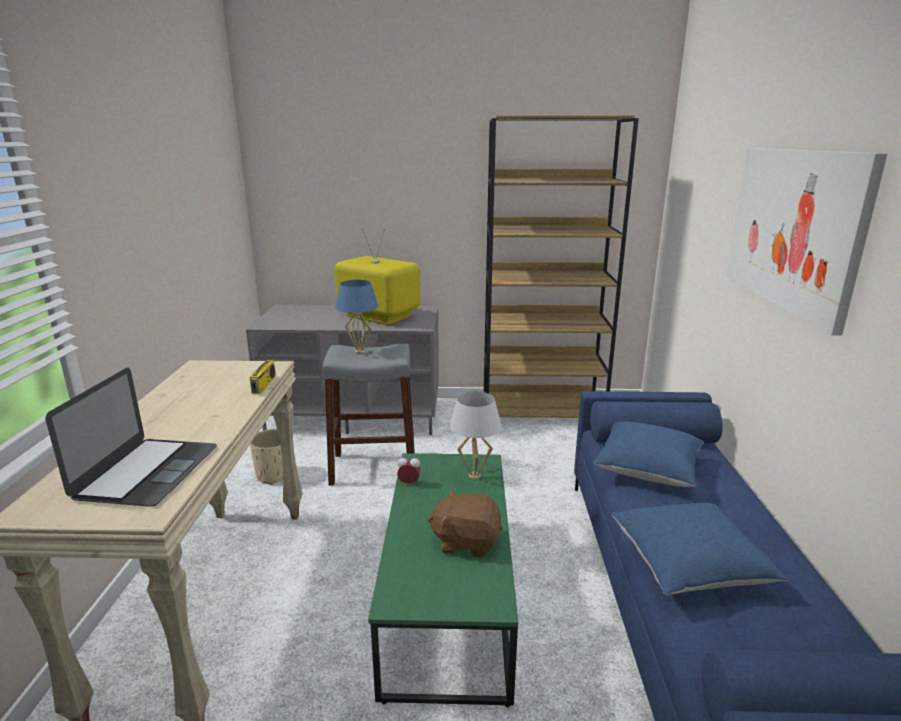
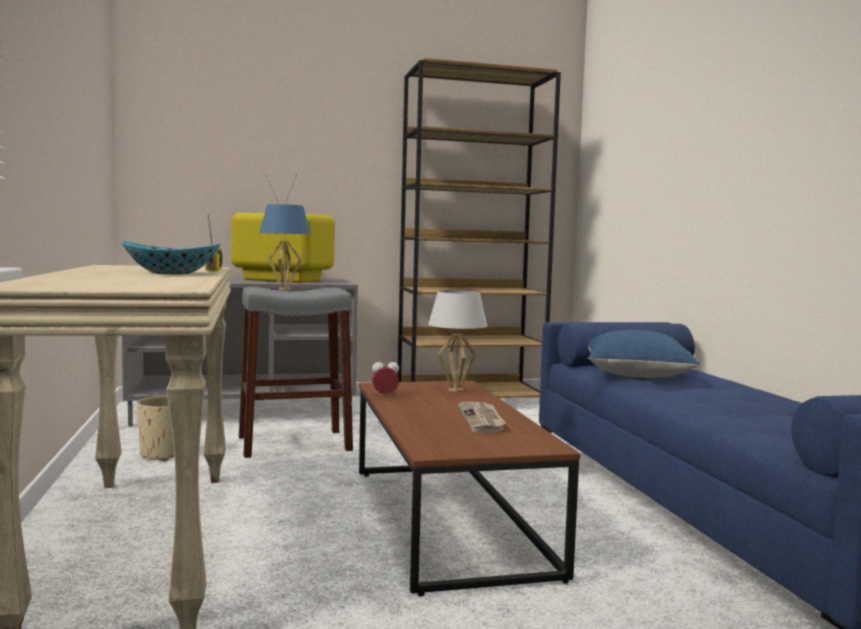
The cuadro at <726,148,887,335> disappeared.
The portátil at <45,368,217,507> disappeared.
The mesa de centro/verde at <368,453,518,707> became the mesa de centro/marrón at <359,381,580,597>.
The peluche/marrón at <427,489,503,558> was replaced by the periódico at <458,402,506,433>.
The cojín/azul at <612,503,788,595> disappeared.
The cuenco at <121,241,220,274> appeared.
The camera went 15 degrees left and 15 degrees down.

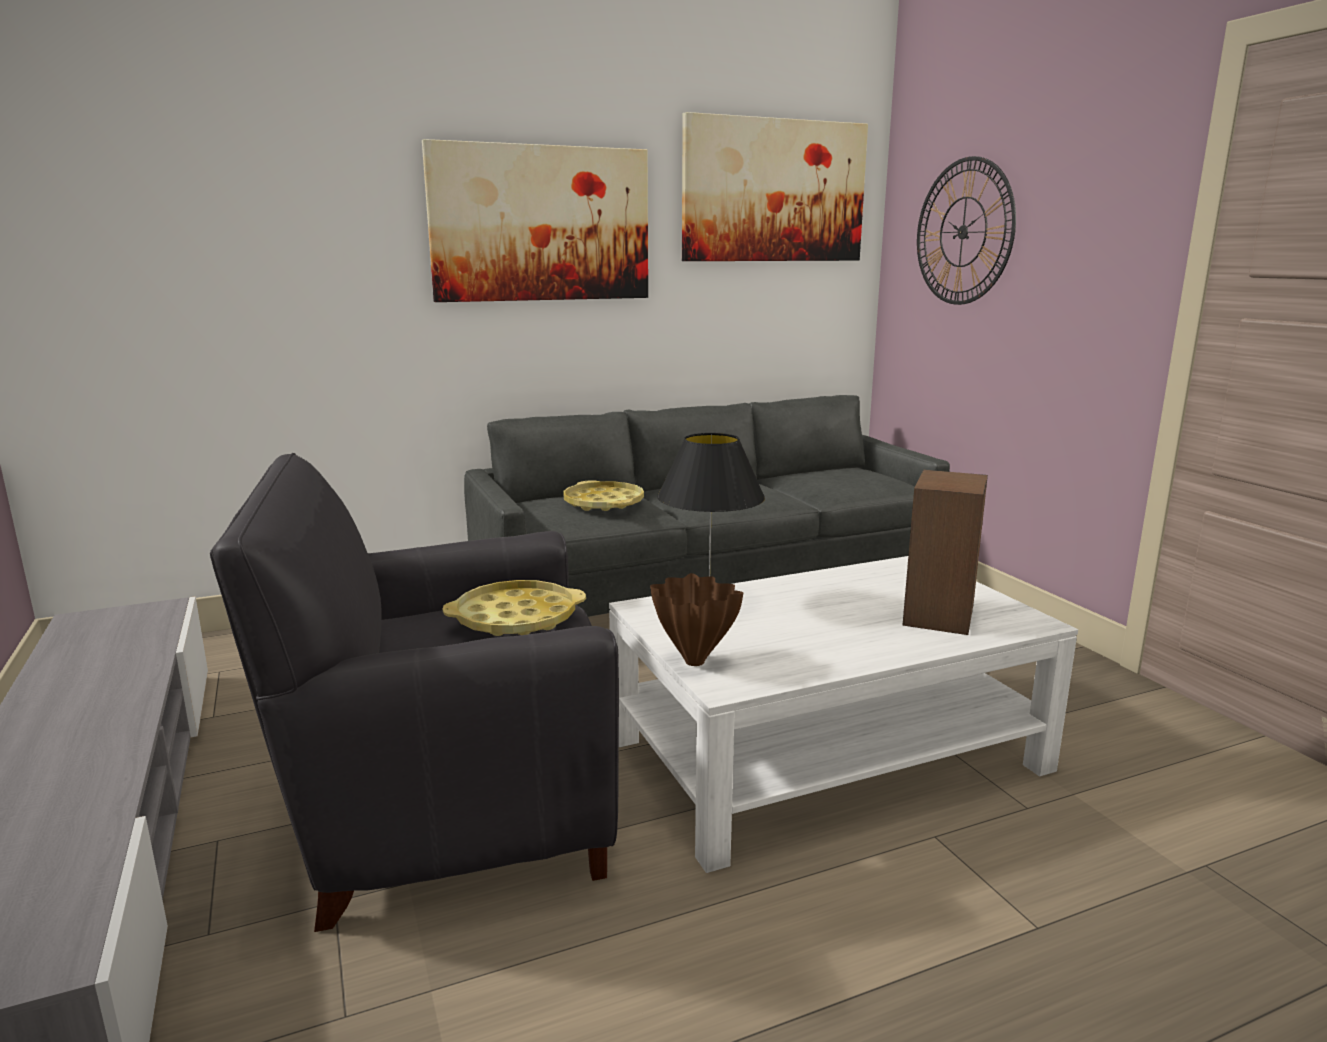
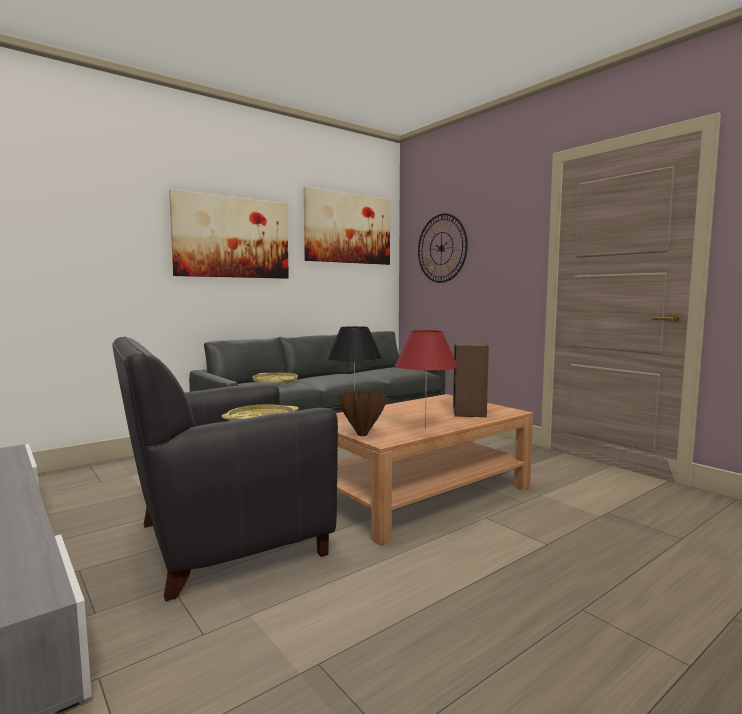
The mesa de centro/blanco at <609,556,1078,873> became the mesa de centro/marrón at <336,394,533,546>.
The lámpara de mesa/rojo at <395,330,458,430> appeared.
The camera went 15 degrees left and 10 degrees down.

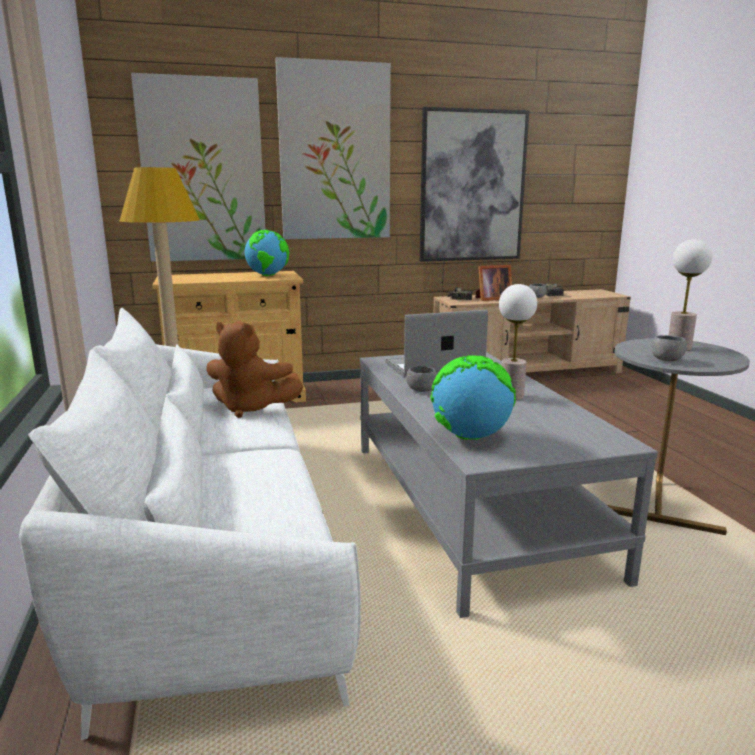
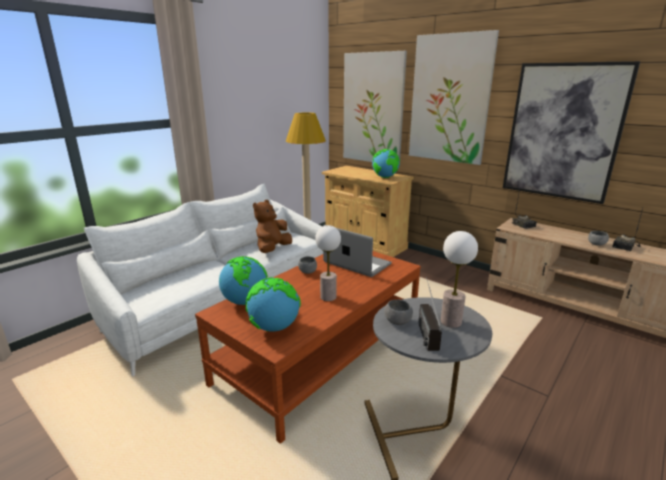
The portarretratos at <476,265,512,301> disappeared.
The peluche/marrón at <206,321,303,418> turned 45 degrees clockwise.
The mesa de centro/gris at <360,352,658,618> became the mesa de centro/marrón at <195,251,421,444>.
The globo terráqueo at <246,277,301,332> appeared.
The radio at <418,277,442,351> appeared.
The camera went 55 degrees right and 5 degrees up.

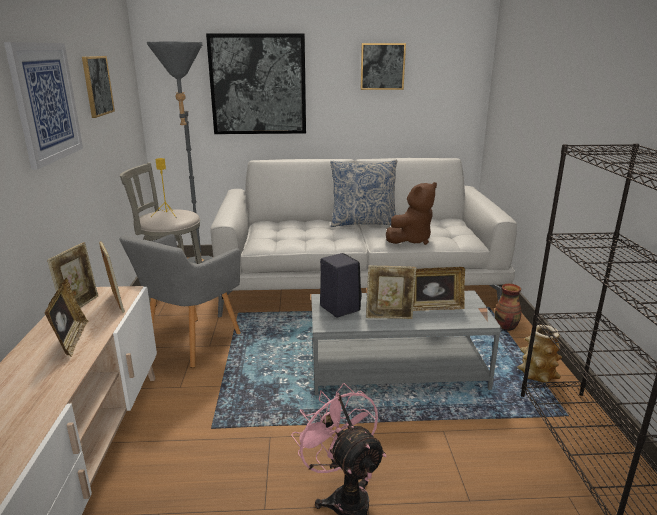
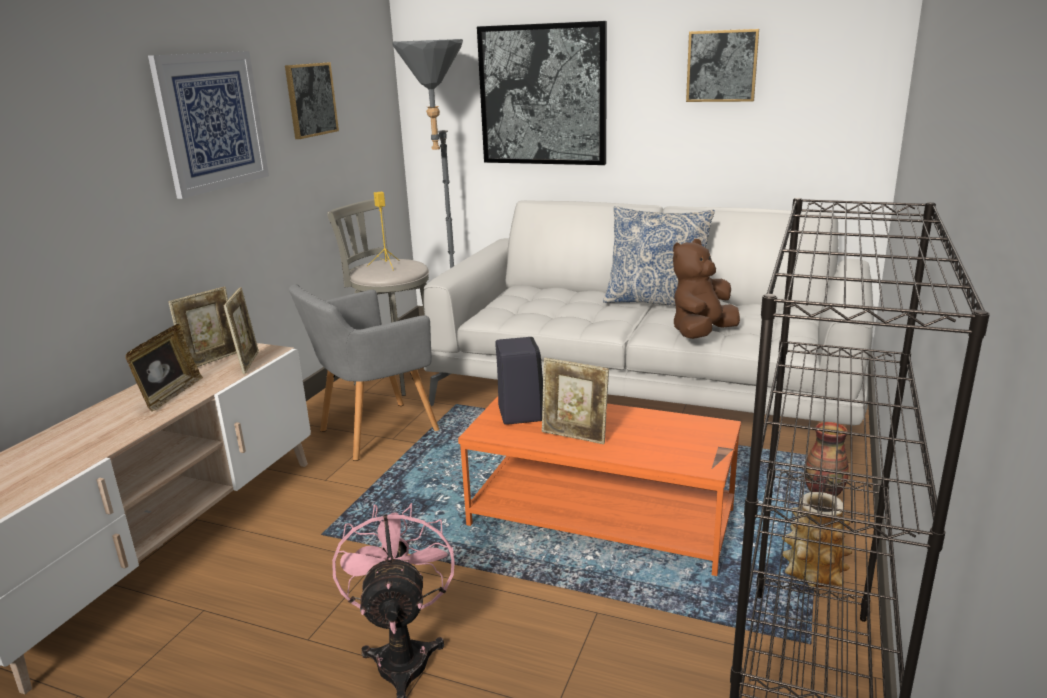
The peluche/marrón at <386,182,437,245> turned 150 degrees clockwise.
The portarretratos at <413,267,465,311> disappeared.
The mesa de centro/gris at <311,290,502,395> became the mesa de centro/naranja at <458,396,741,576>.
The camera went 25 degrees right and 0 degrees up.

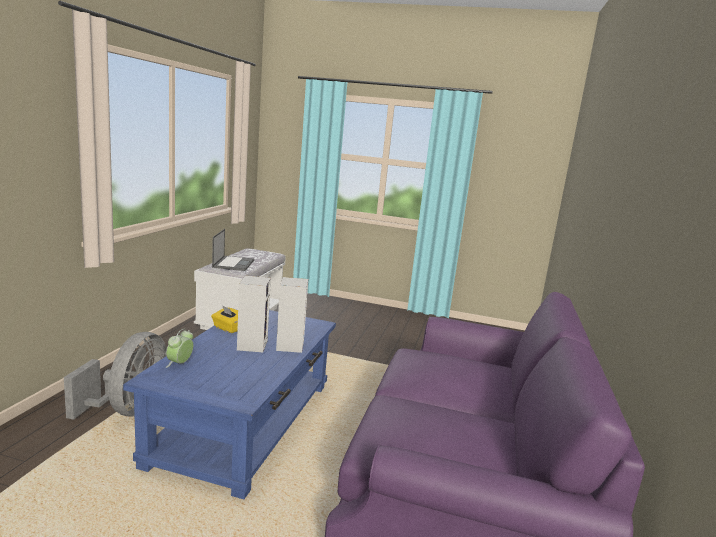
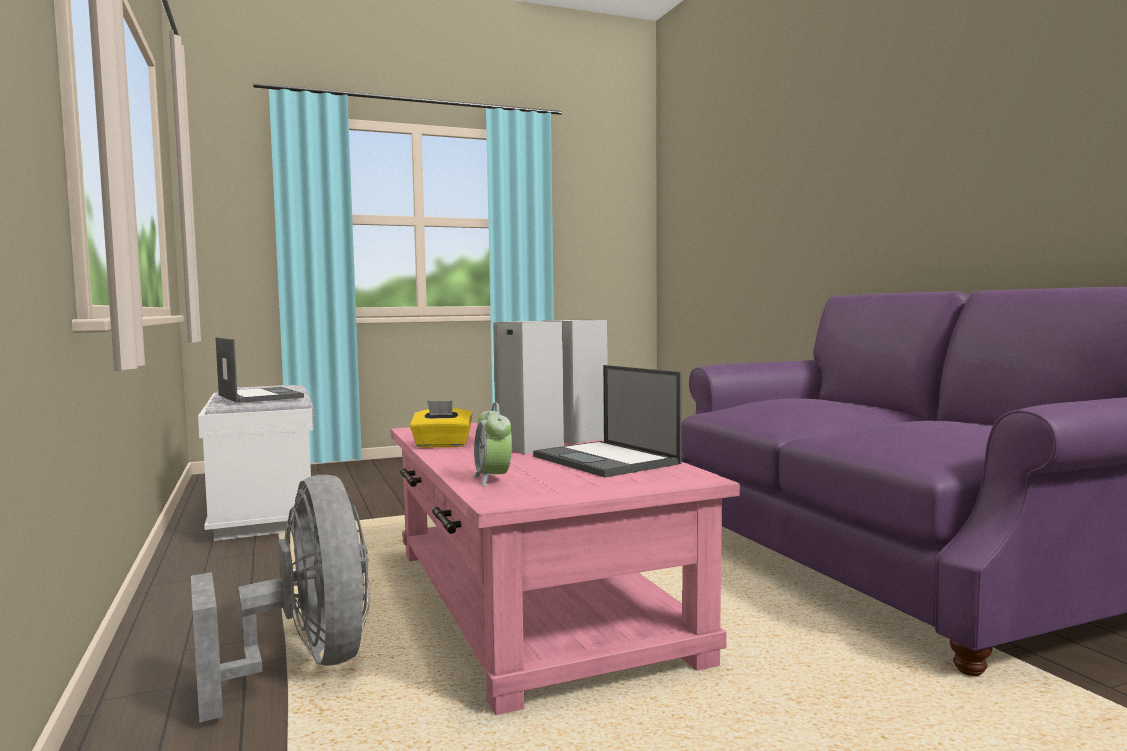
The mesa de centro/azul at <123,310,336,499> became the mesa de centro/rosa at <390,422,740,715>.
The portátil at <533,365,682,477> appeared.
The camera went 35 degrees left and 10 degrees down.

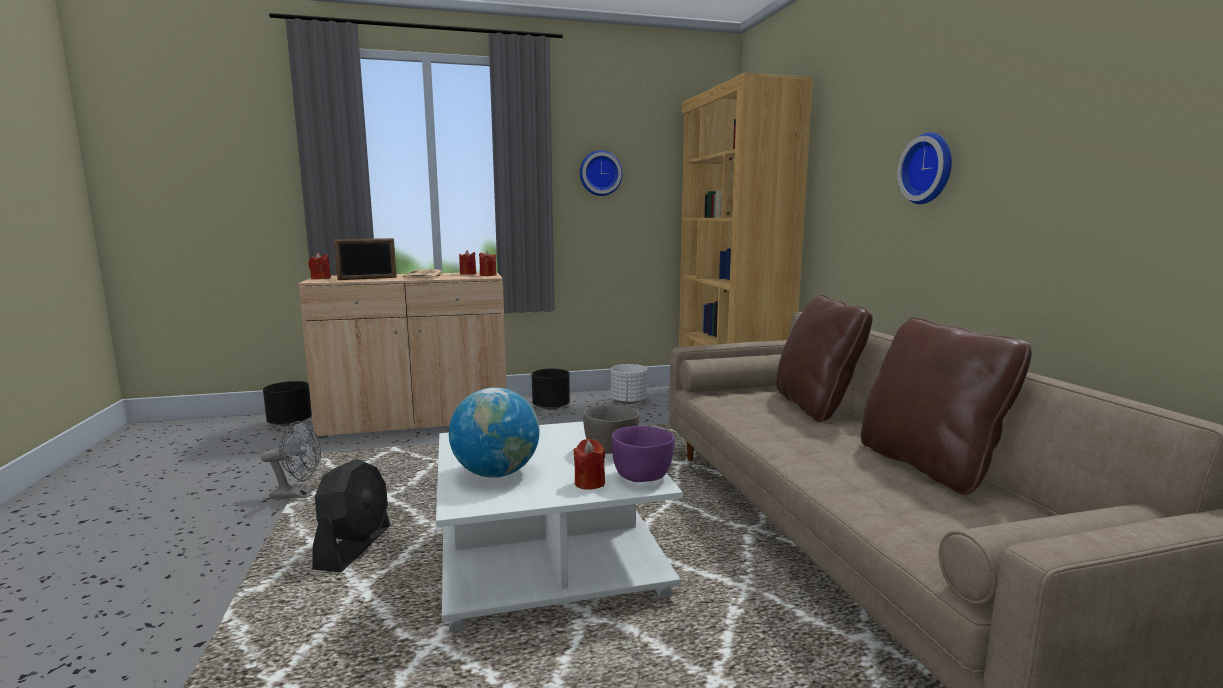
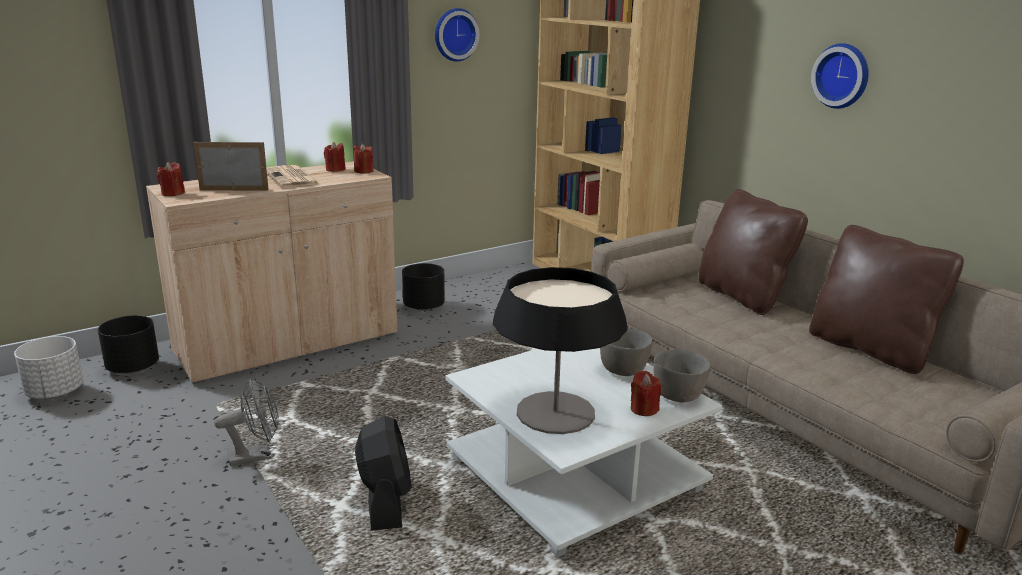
The portarretratos at <334,238,397,280> turned 135 degrees counterclockwise.
The maceta/blanco moved from <611,364,647,404> to <14,336,83,399>.
The globo terráqueo at <449,387,540,478> was replaced by the lámpara de mesa at <493,267,628,434>.
The cuenco/morado at <611,426,674,482> became the cuenco/gris at <653,350,710,403>.
The camera went 20 degrees left and 10 degrees up.

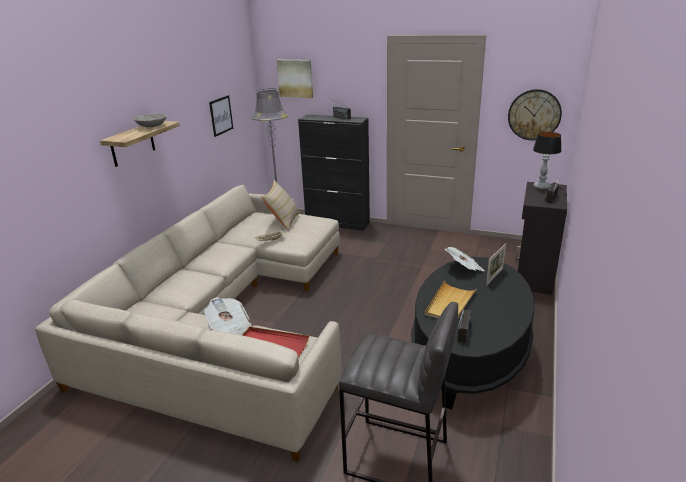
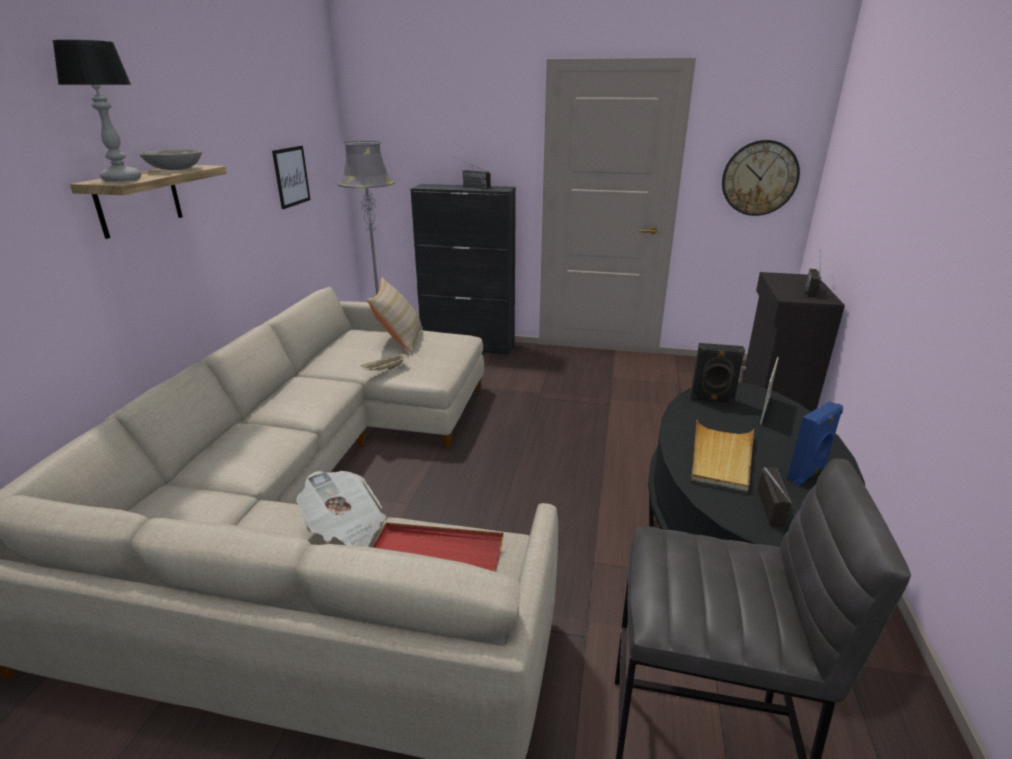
The cuadro at <277,60,313,98> disappeared.
The lámpara de mesa moved from <533,132,561,189> to <52,40,141,182>.
The periódico at <445,247,485,271> was replaced by the altavoz/negro at <691,343,745,404>.
The altavoz/azul at <787,401,843,485> appeared.
The camera went 10 degrees left and 0 degrees up.

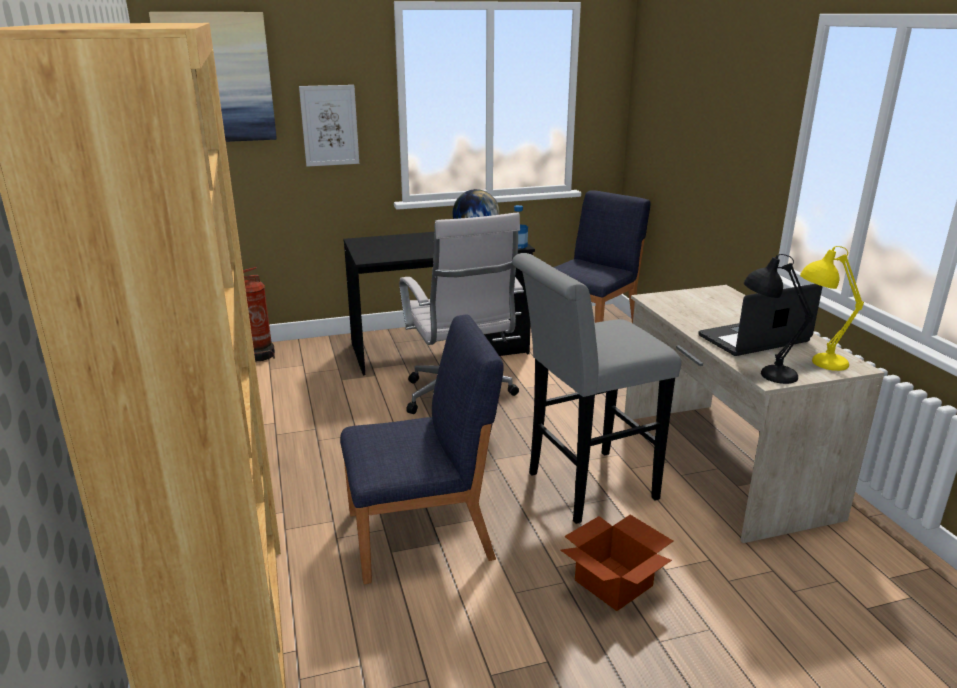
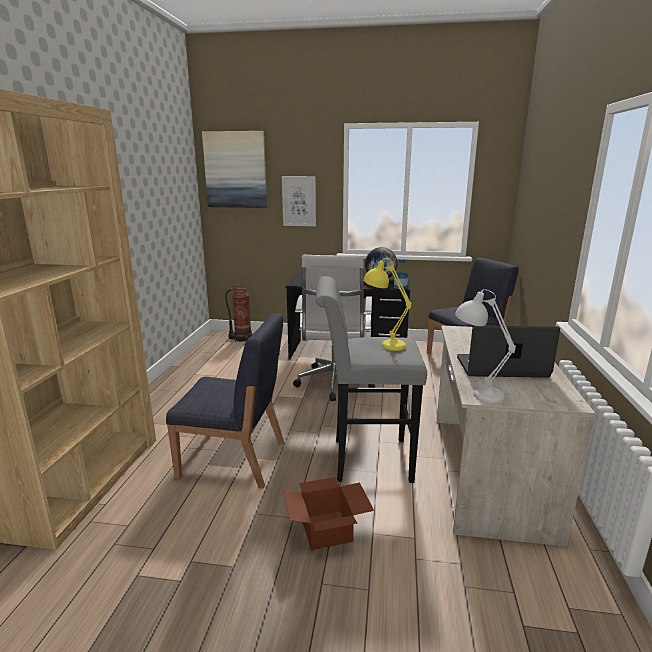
The lámpara de mesa/amarillo moved from <800,246,864,371> to <363,258,412,351>.
The lámpara de mesa/negro at <744,254,814,384> became the lámpara de mesa/blanco at <455,289,516,403>.
The camera went 25 degrees right and 5 degrees down.

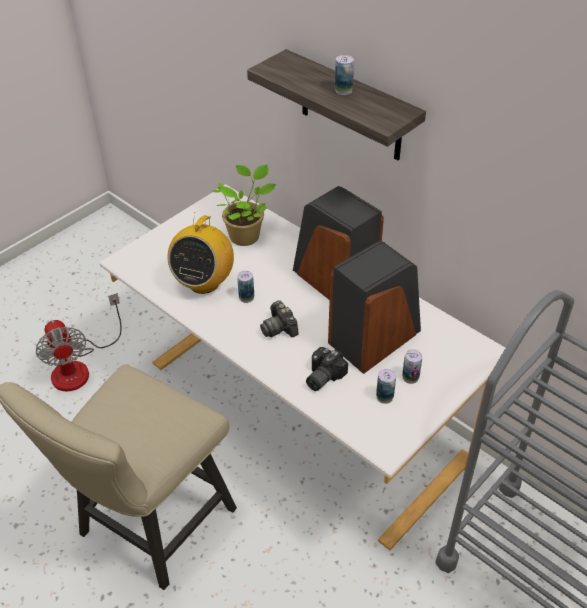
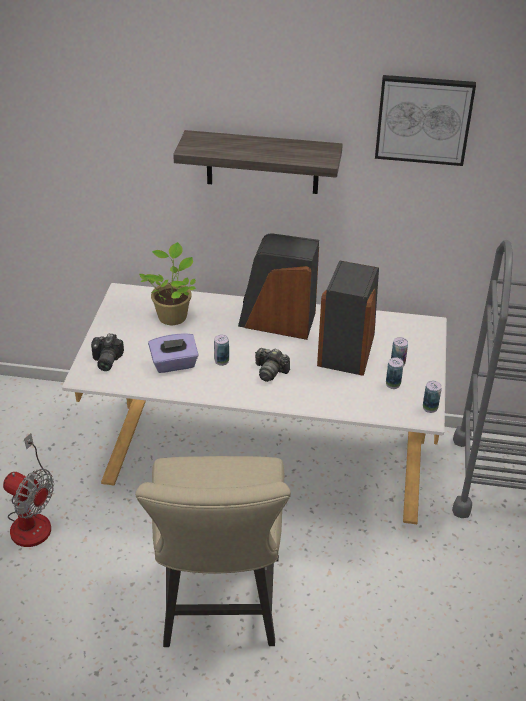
The lata moved from <335,55,354,95> to <423,381,442,413>.
The radio at <167,212,234,294> was replaced by the caja de pañuelos/morado at <148,333,199,373>.
The cámara moved from <306,347,348,391> to <91,333,124,371>.
The cuadro at <375,75,476,166> appeared.
The camera went 35 degrees left and 5 degrees down.

